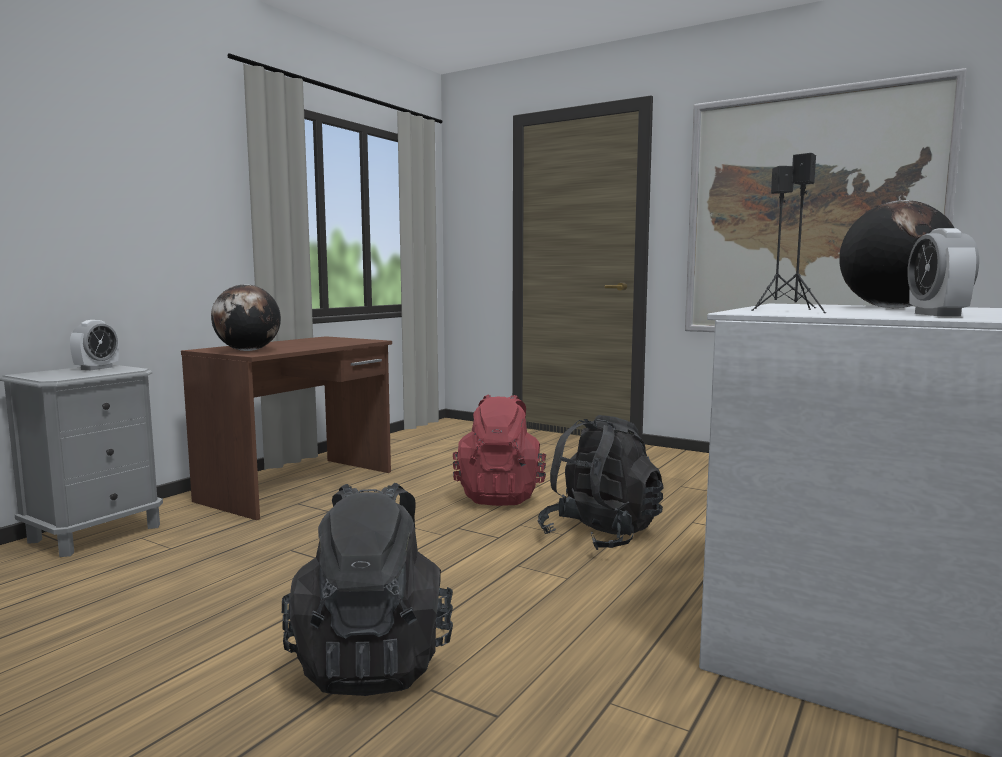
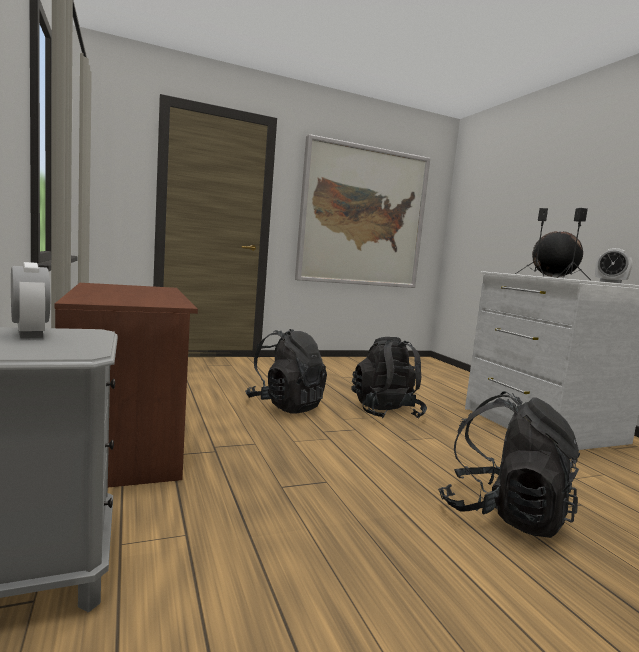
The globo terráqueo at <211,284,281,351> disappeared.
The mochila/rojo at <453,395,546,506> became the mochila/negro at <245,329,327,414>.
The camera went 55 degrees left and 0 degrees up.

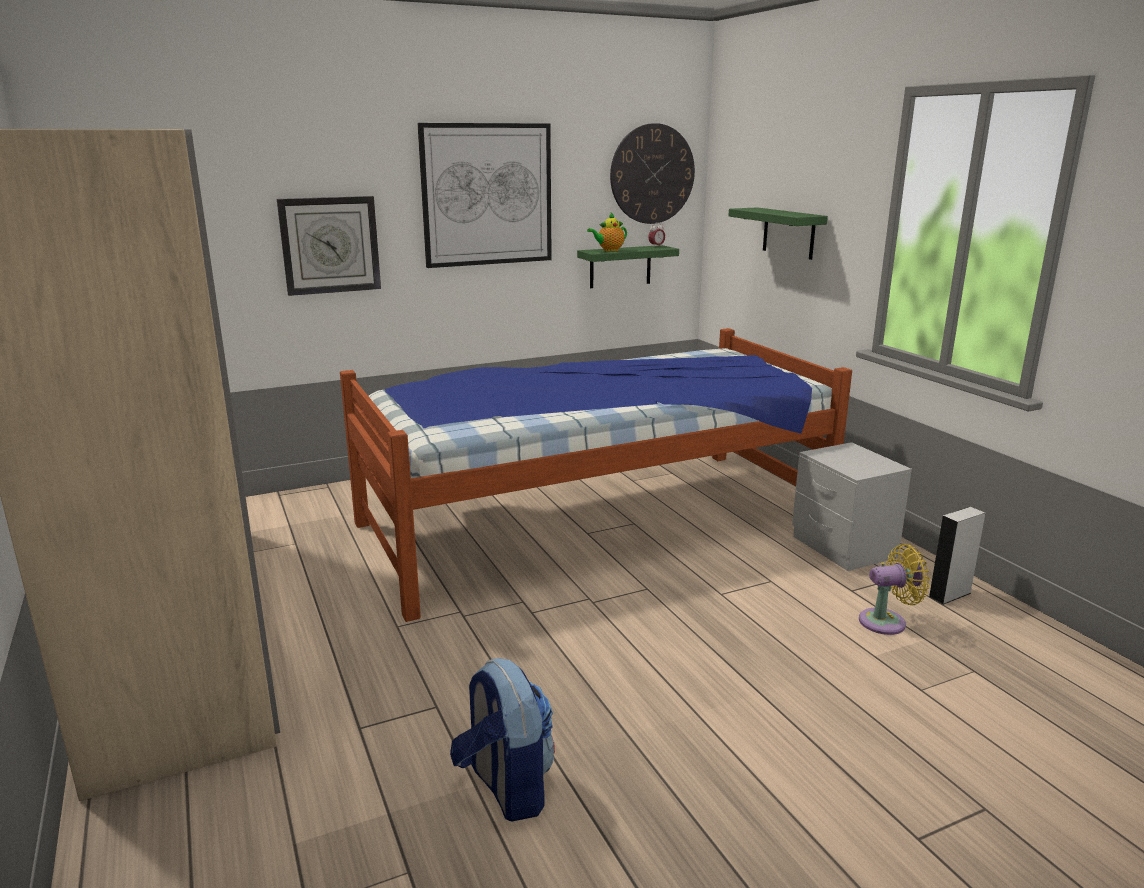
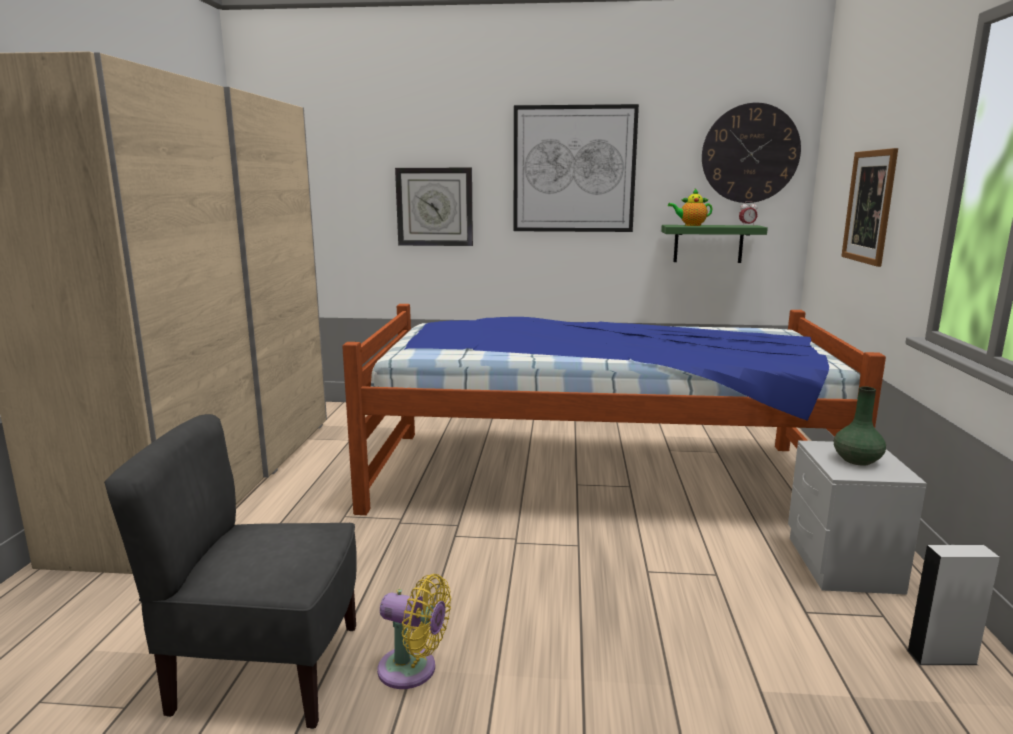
The estante/verde at <728,207,828,260> was replaced by the cuadro at <841,148,898,267>.
The ventilador/amarillo moved from <859,544,930,635> to <377,574,451,689>.
The mochila at <450,658,555,822> was replaced by the silla/gris at <104,414,357,729>.
The florero/verde at <834,386,886,466> appeared.
The camera went 30 degrees right and 5 degrees down.

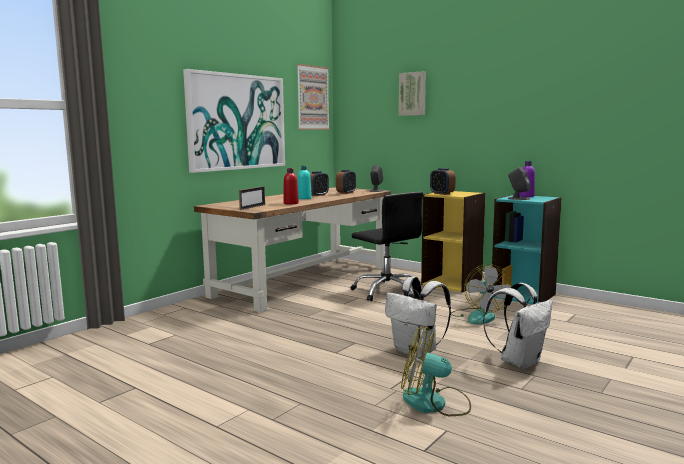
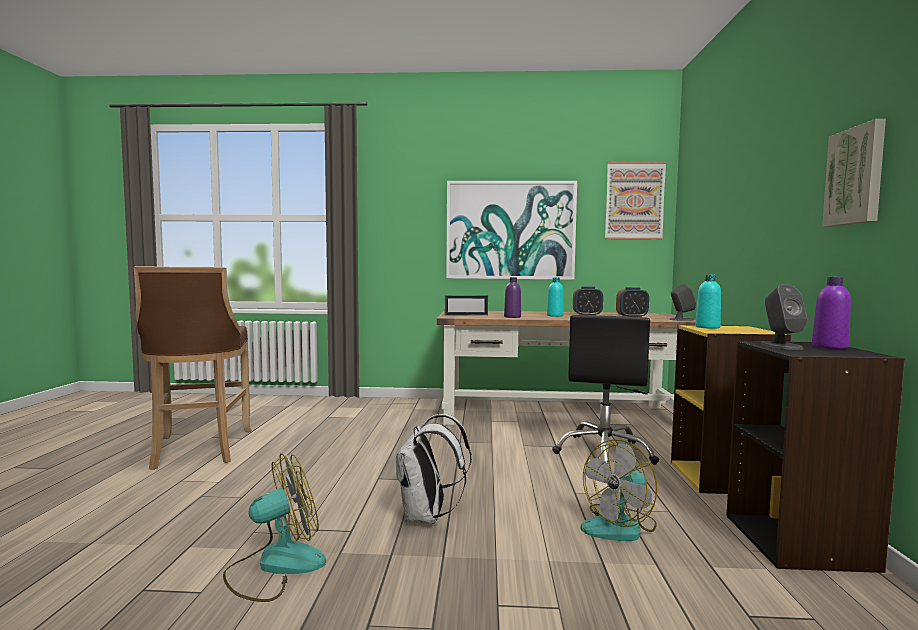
The cuadro moved from <399,71,426,116> to <822,119,886,227>.
The botella/rojo at <284,168,299,205> became the botella/morado at <504,277,521,318>.
The despertador at <430,168,456,195> was replaced by the botella/turquesa at <695,275,721,329>.
The estantería/turquesa at <492,194,562,304> became the estantería/negro at <726,341,905,573>.
The mochila/blanco at <483,283,552,369> disappeared.
The ventilador at <401,326,471,416> turned 75 degrees clockwise.
The taburete/marrón at <133,266,252,470> appeared.
The camera went 55 degrees right and 5 degrees down.

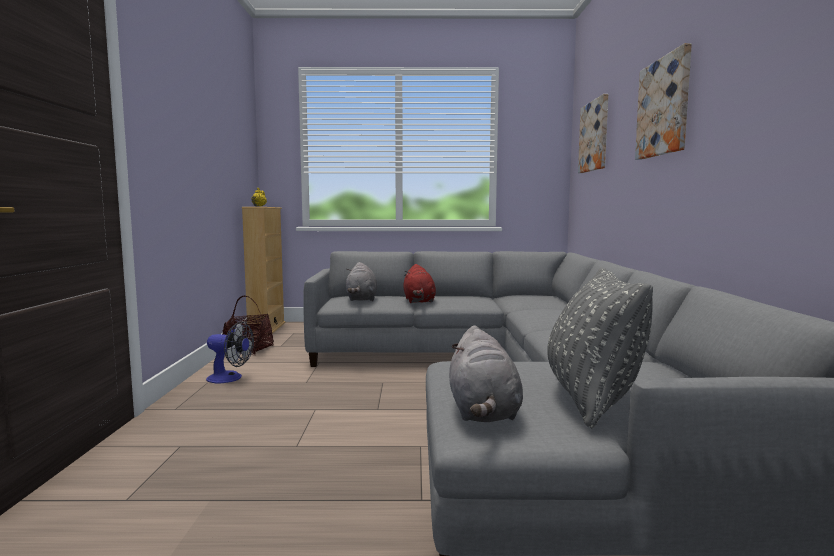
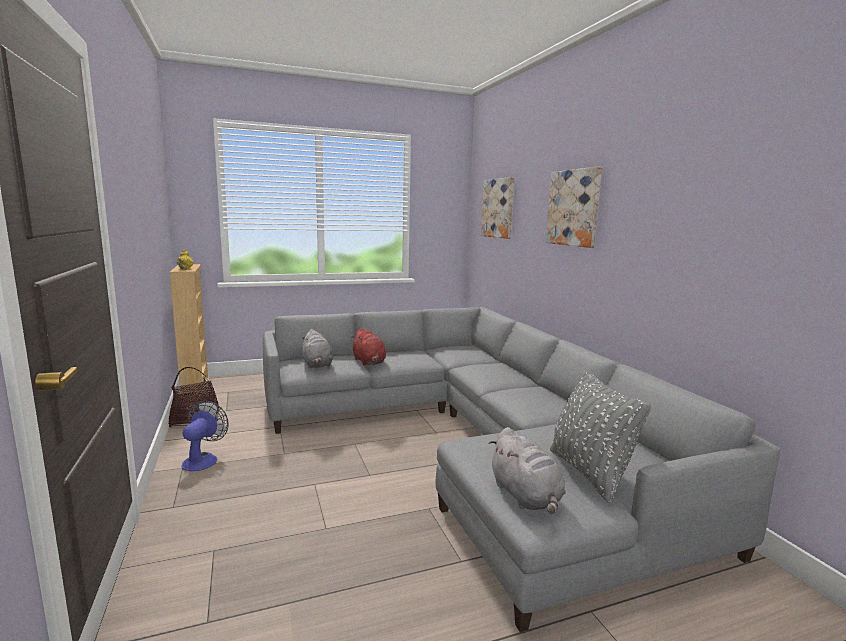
The ventilador at <206,322,254,384> turned 75 degrees counterclockwise.
The camera went 20 degrees left and 5 degrees up.

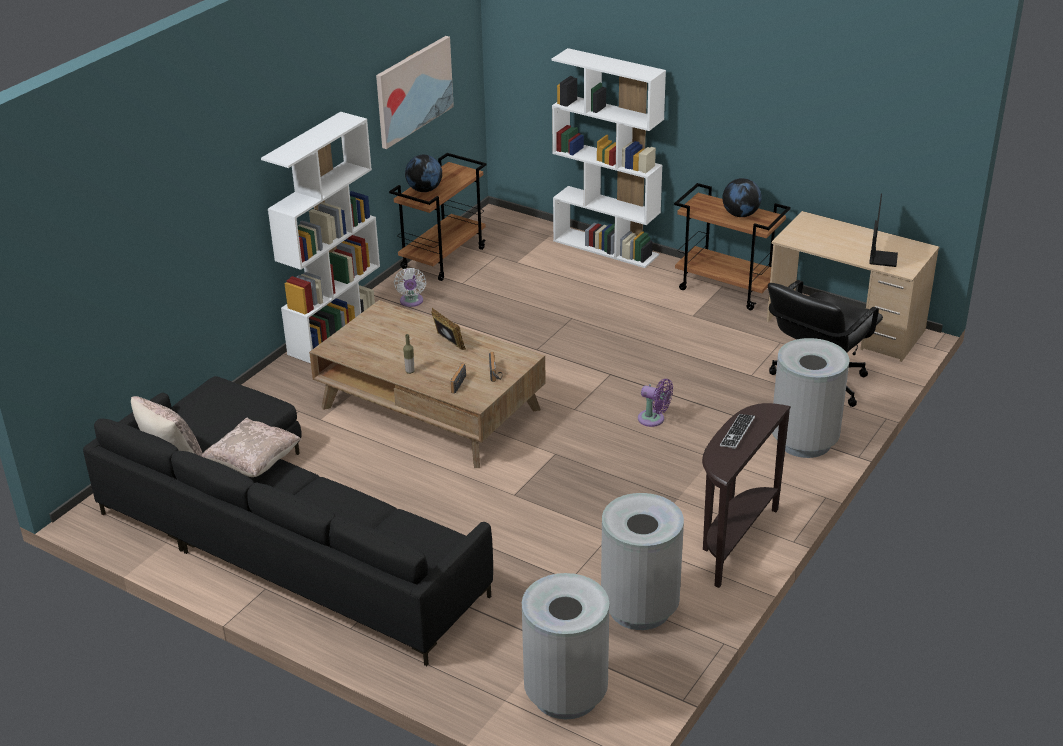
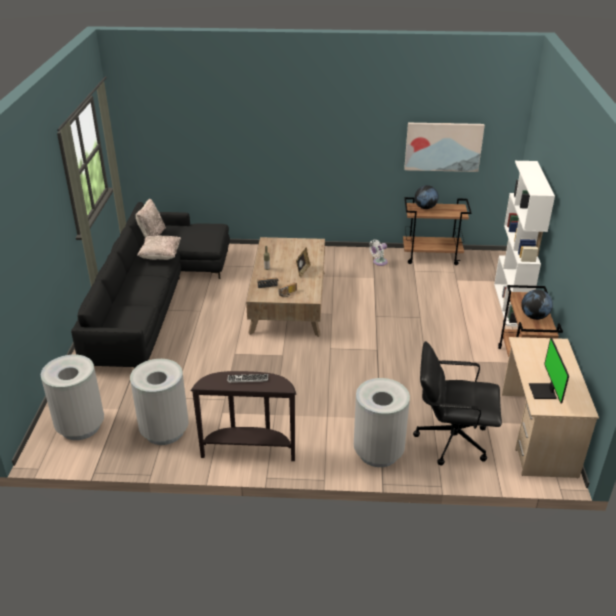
The estantería/blanco at <261,112,380,363> disappeared.
The monitor at <869,194,898,267> turned 105 degrees clockwise.
The ventilador/morado at <638,379,673,427> disappeared.
The camera went 60 degrees right and 0 degrees up.

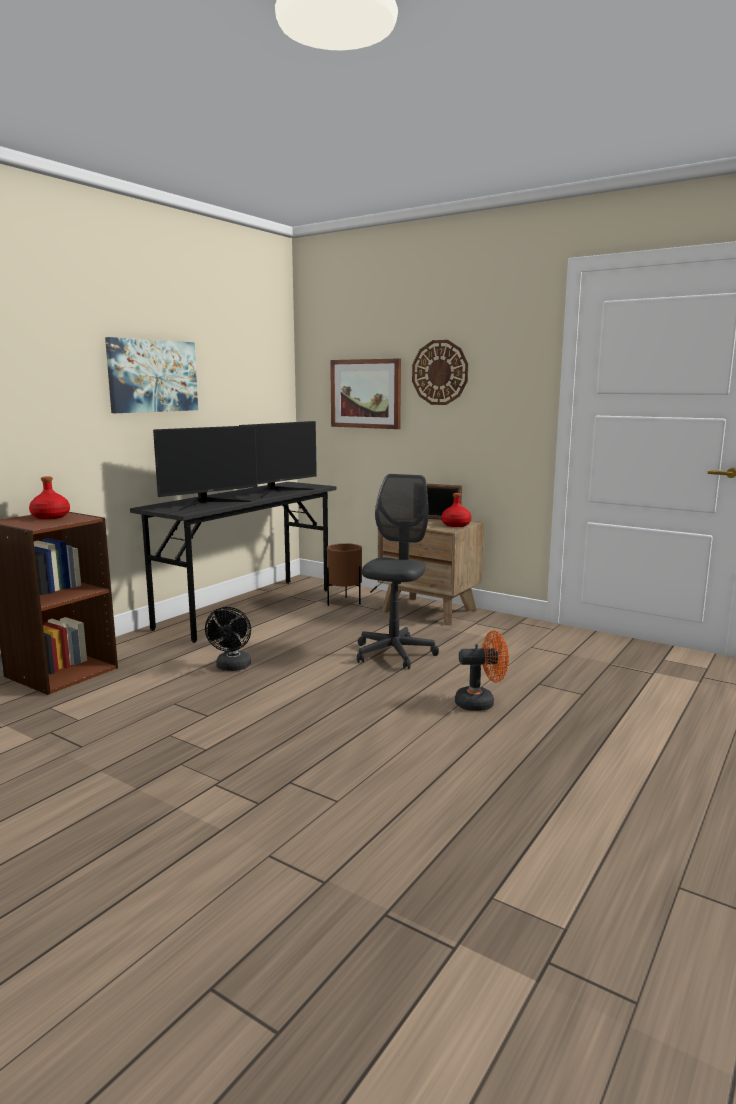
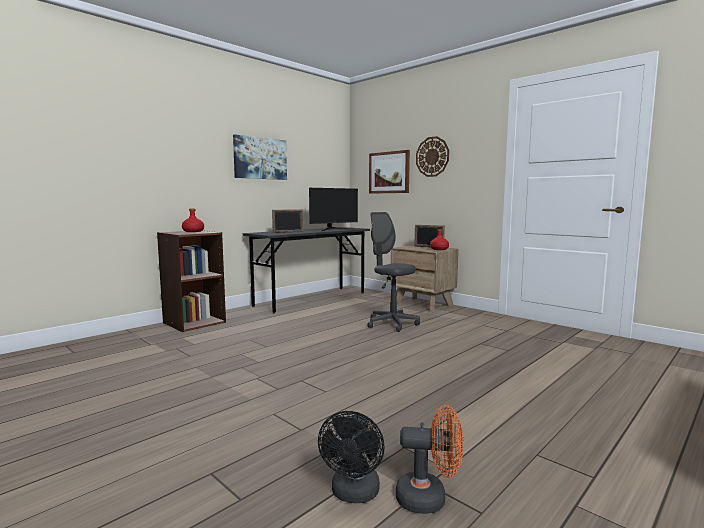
The monitor at <153,425,258,510> was replaced by the portarretratos at <272,209,303,233>.
The silla de oficina/gris at <357,474,439,669> turned 75 degrees counterclockwise.
The maceta/marrón at <327,543,362,606> disappeared.
The ventilador/negro moved from <205,607,251,671> to <318,411,385,503>.
The ventilador/naranja moved from <455,630,509,711> to <396,405,464,514>.
The camera went 10 degrees right and 5 degrees down.

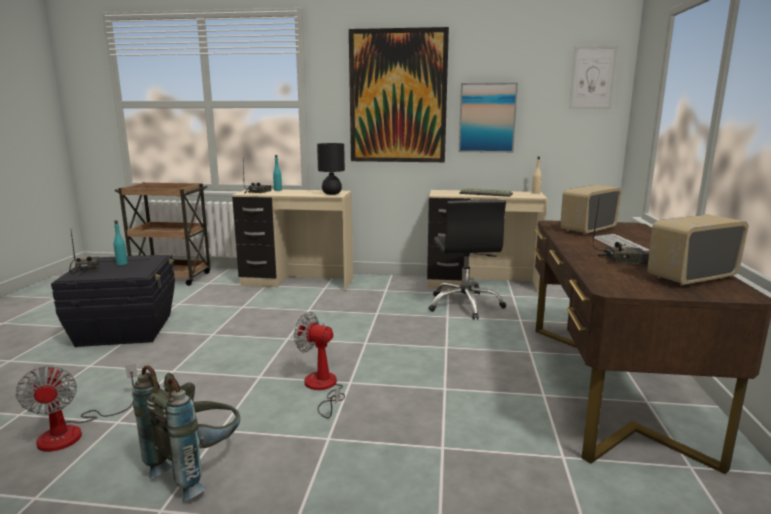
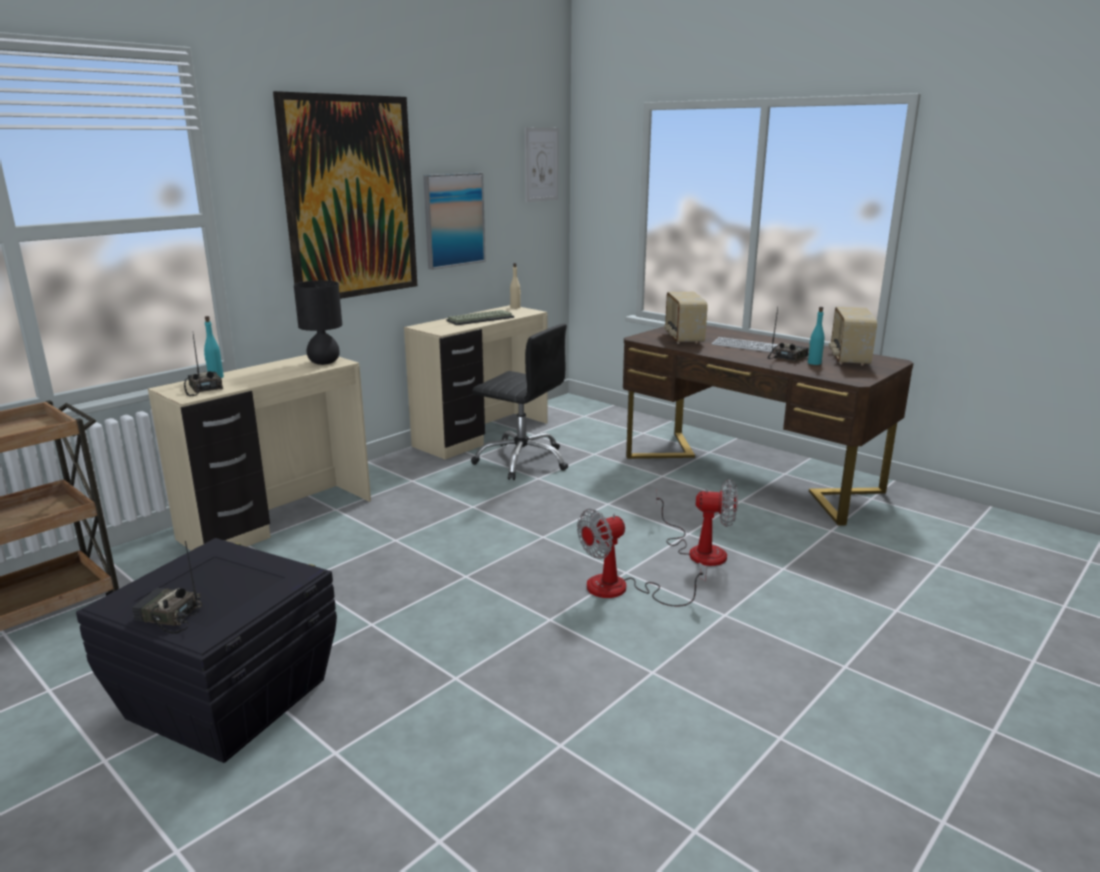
The botella/turquesa moved from <114,220,128,265> to <808,307,825,365>.
The ventilador moved from <15,364,137,452> to <656,479,738,566>.
The mochila/gris at <132,365,240,501> disappeared.
The camera went 55 degrees left and 5 degrees up.

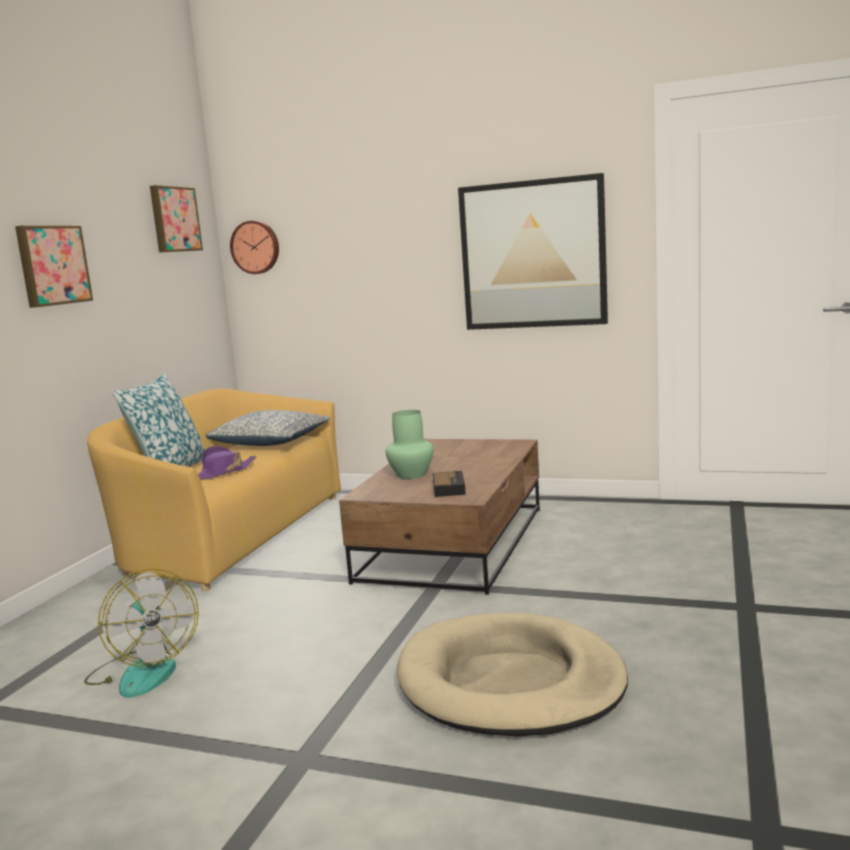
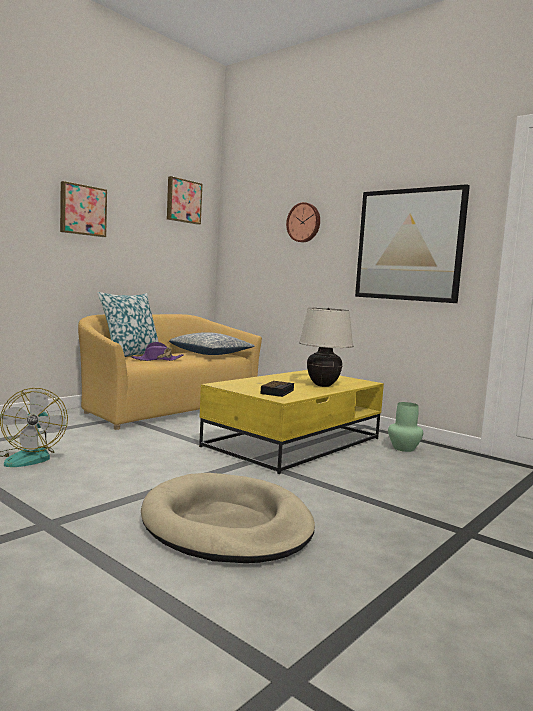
The reloj de pared moved from <230,221,279,274> to <286,202,320,242>.
The florero/verde moved from <385,410,434,479> to <388,402,423,452>.
The mesa de centro/marrón at <339,439,540,595> became the mesa de centro/amarillo at <199,370,384,474>.
The lámpara de mesa/beis at <299,308,354,387> appeared.
The camera went 20 degrees right and 5 degrees down.

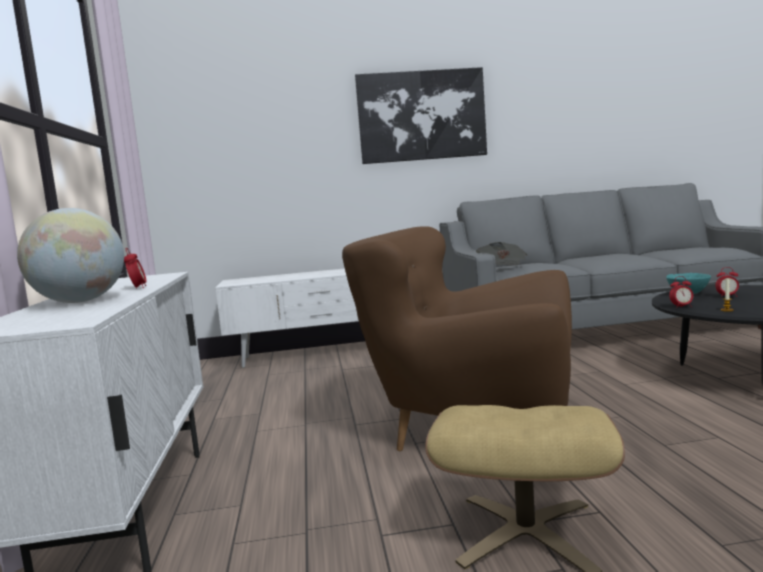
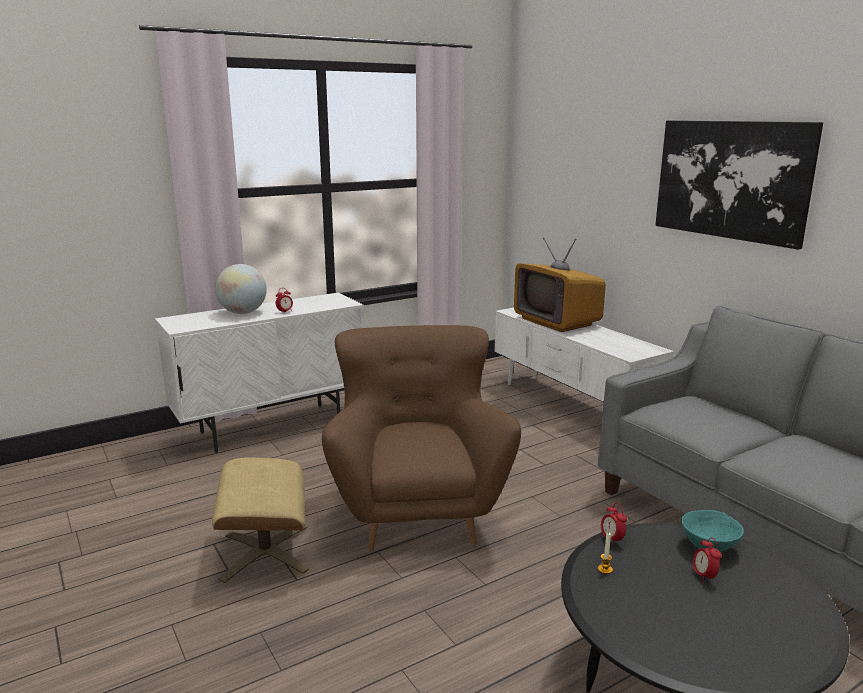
The periódico at <476,242,527,265> disappeared.
The televisor at <514,237,606,332> appeared.
The camera went 65 degrees right and 10 degrees up.

